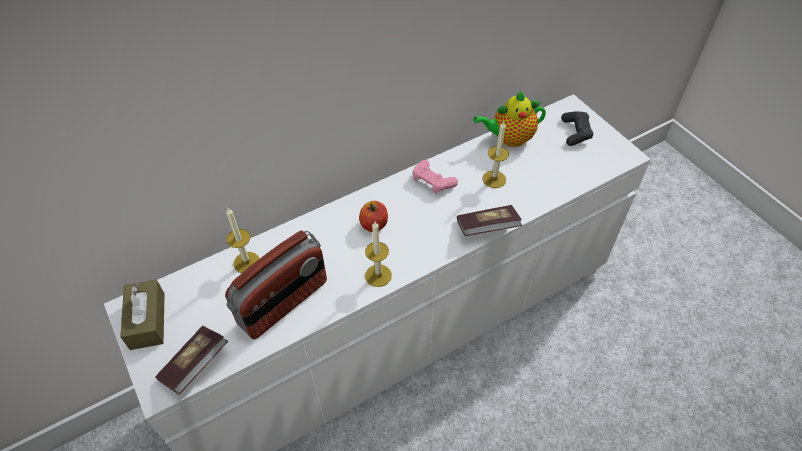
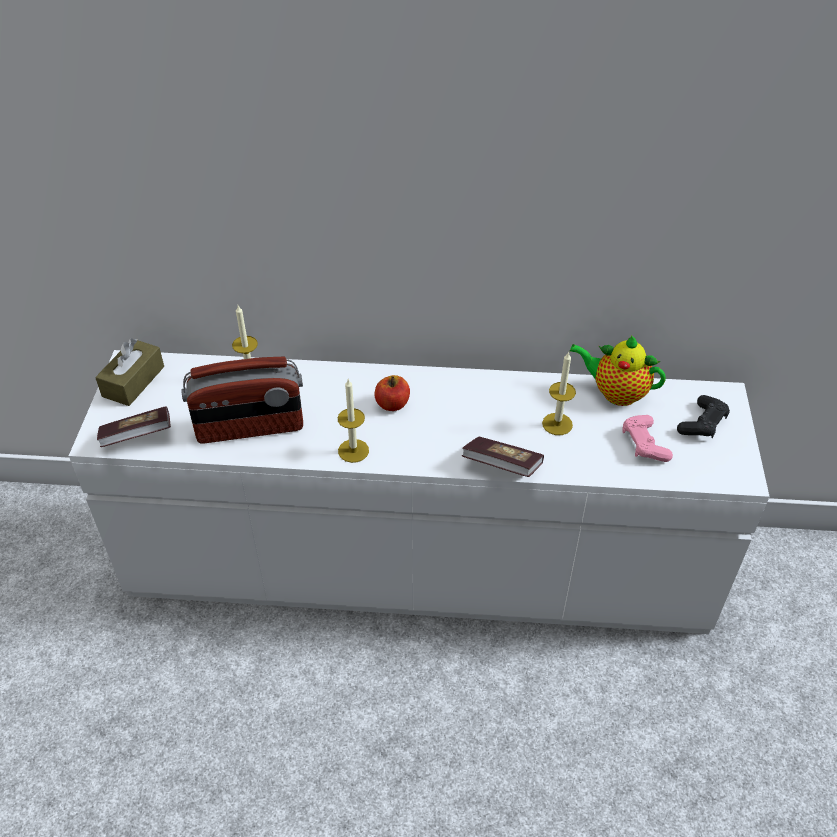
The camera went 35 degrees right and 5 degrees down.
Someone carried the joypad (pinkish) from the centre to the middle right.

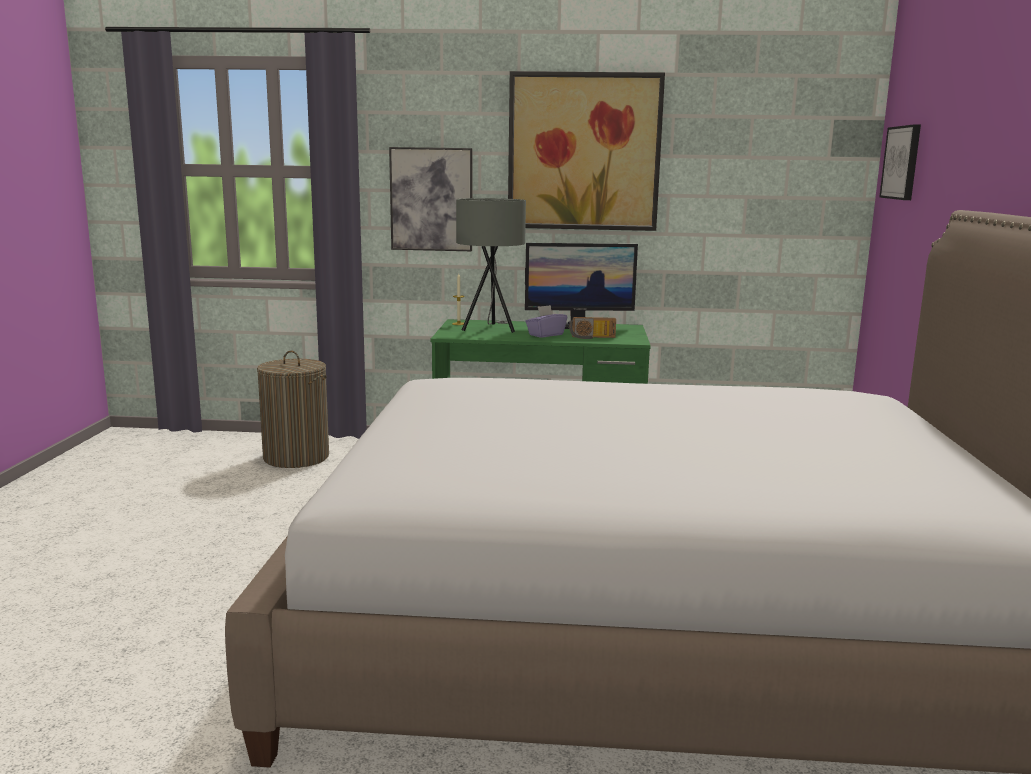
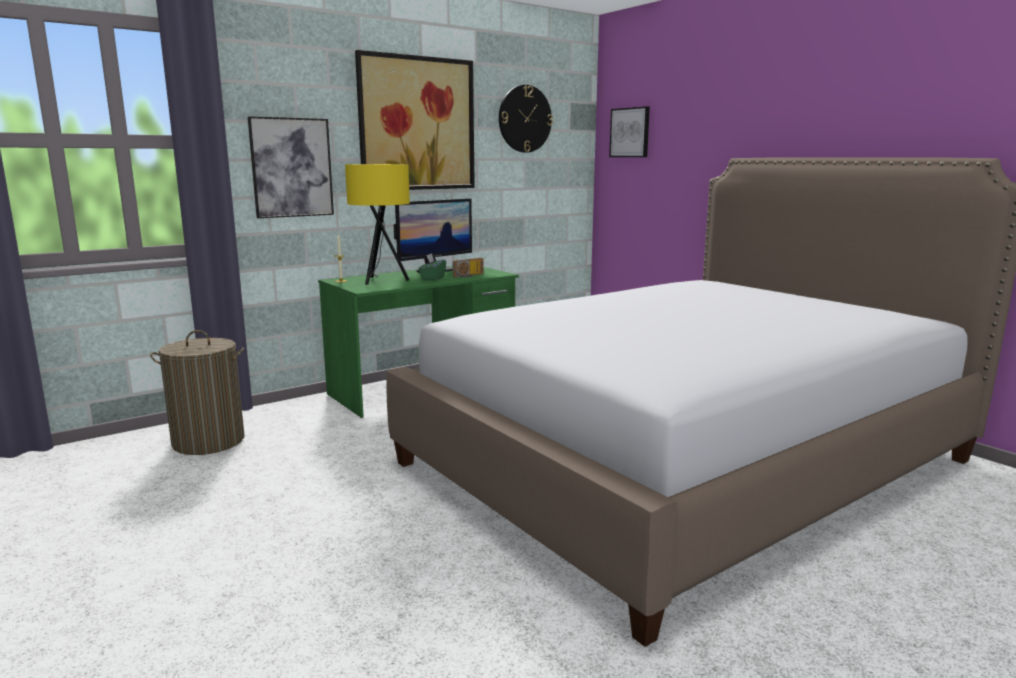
The camera went 40 degrees left and 0 degrees up.
Someone repainted the lamp for a table (grey) at the centre, which became the lamp for a table (yellow) at the top centre.
Someone repainted the tissue holder (purplish) at the centre, which became the tissue holder (green) at the centre.
Someone put up the hanging clock at the top centre.

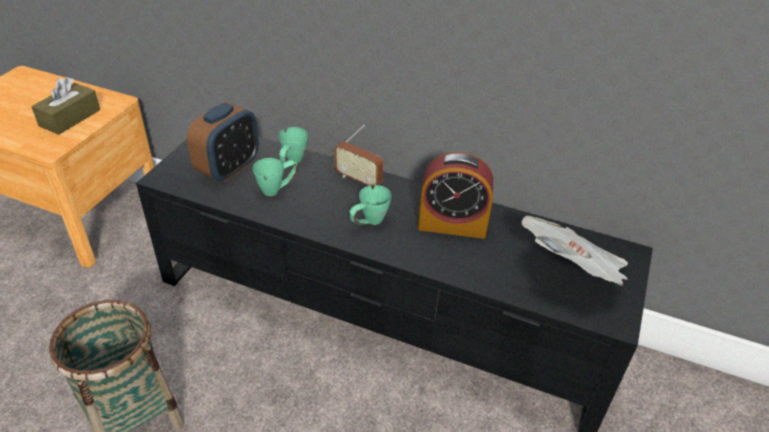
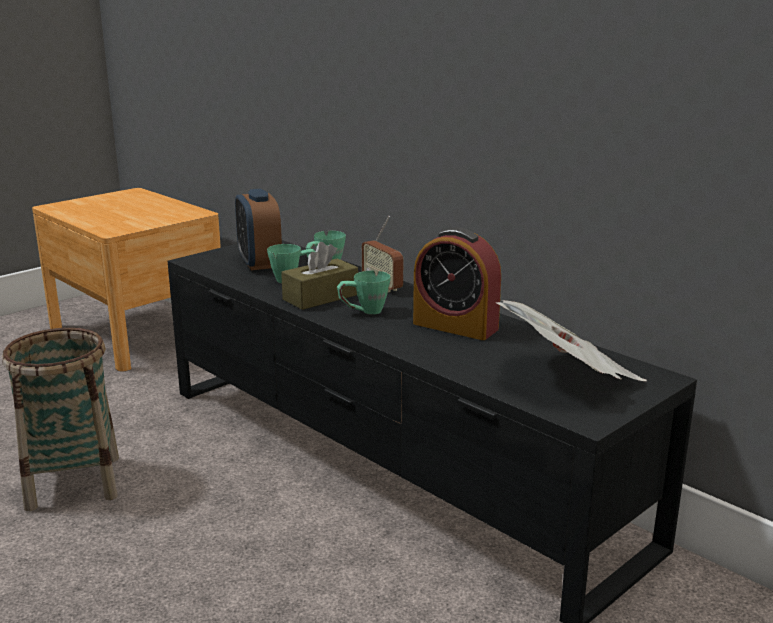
The camera went 25 degrees right and 20 degrees down.
Someone carried the tissue holder (brown) from the top left to the centre.
Someone rotated the table clock (no. 1 from left) at the top left by 105 degrees clockwise.

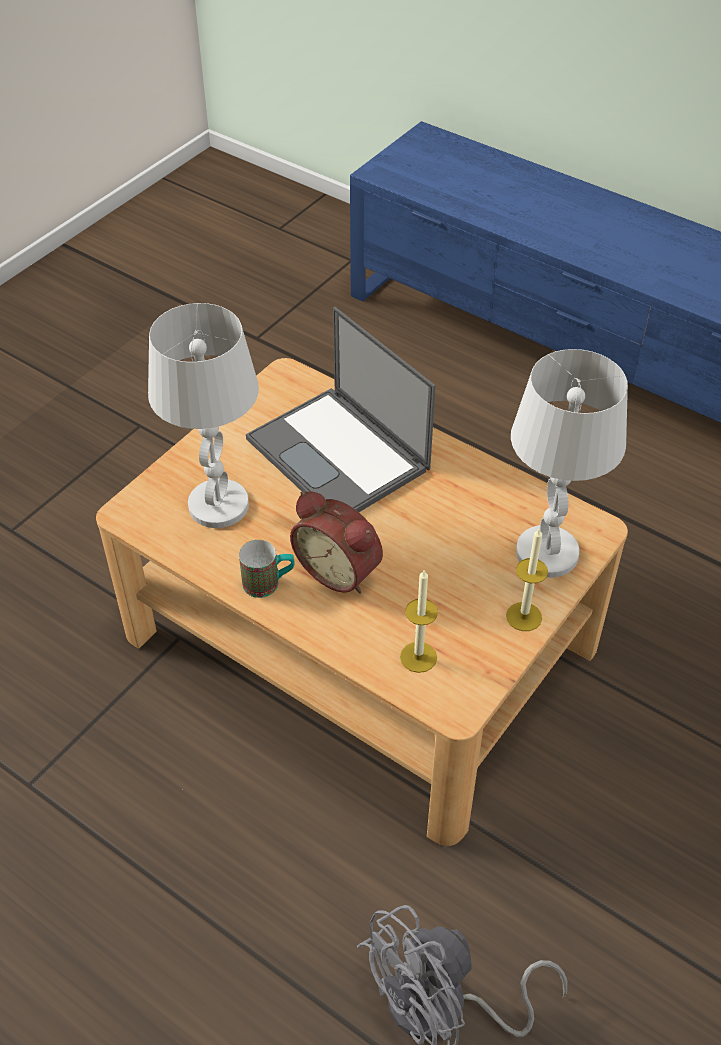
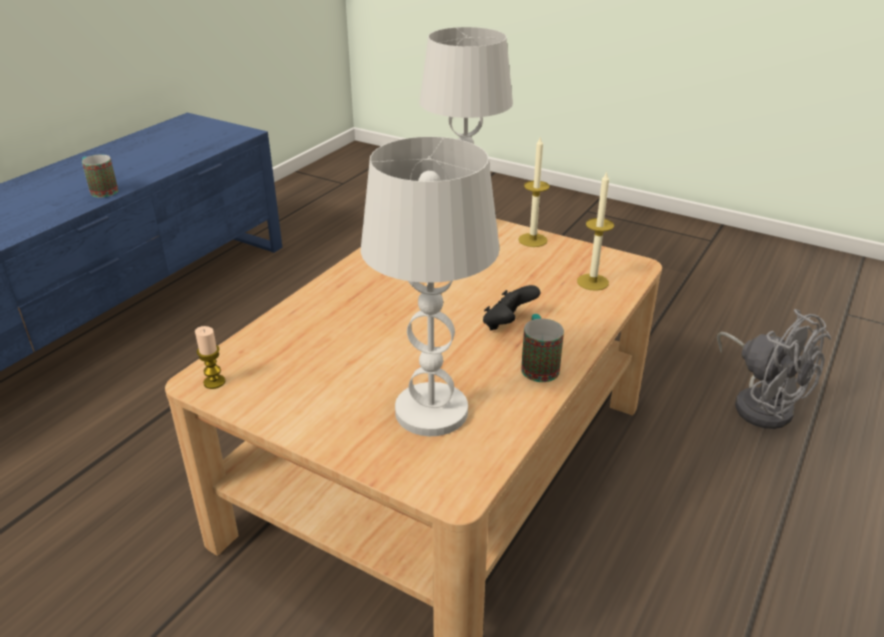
The camera went 95 degrees left and 15 degrees down.
Someone took away the notebook computer at the centre.
Someone swapped the table clock at the centre for the joypad (black) at the centre.
Someone put down the tea mug (no. 1 from left) at the top left.
Someone put down the wax light (no. 1 from left) at the middle left.

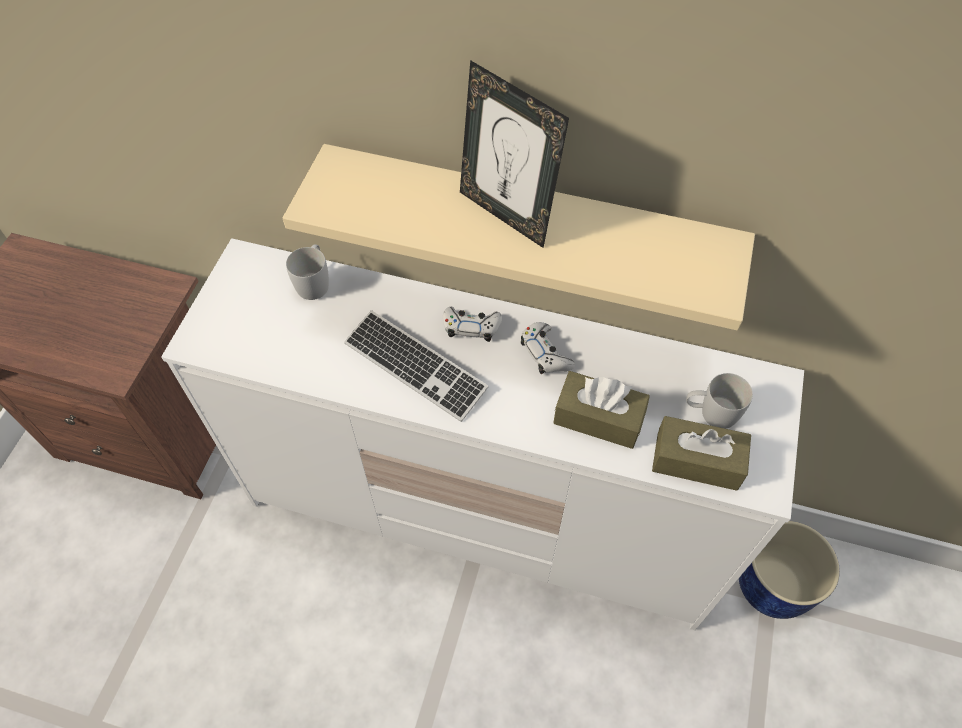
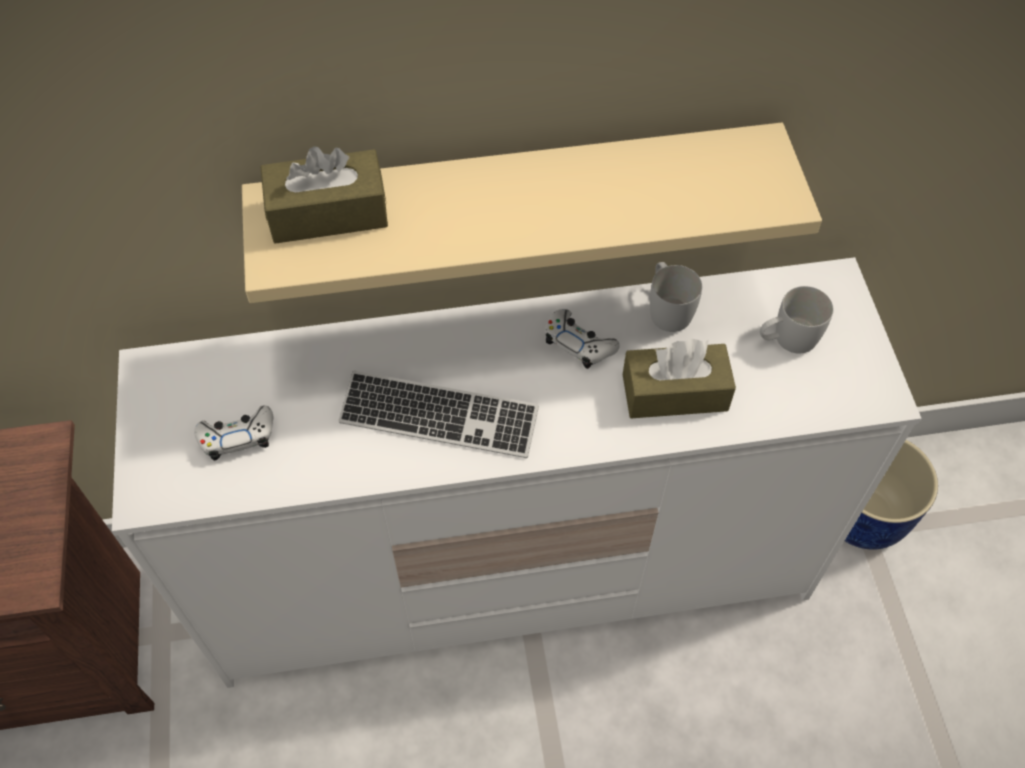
The camera went 25 degrees left and 0 degrees up.
Someone took away the photo frame at the top centre.
Someone carried the tea mug (white) (no. 1 from left) from the middle left to the centre.
Someone carried the joypad (white) (no. 1 from left) from the centre to the middle left.
Someone carried the tissue holder (brown) (no. 2 from left in the first image) from the middle right to the top left.

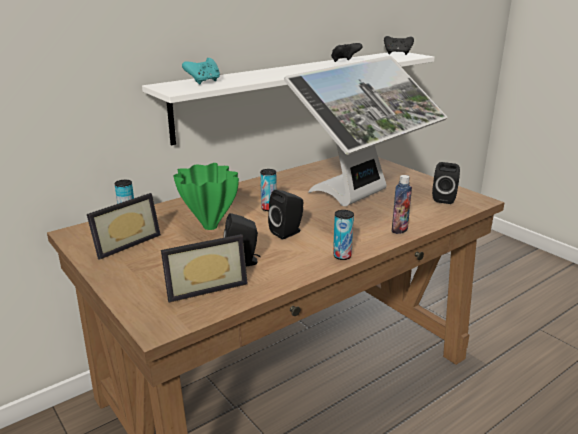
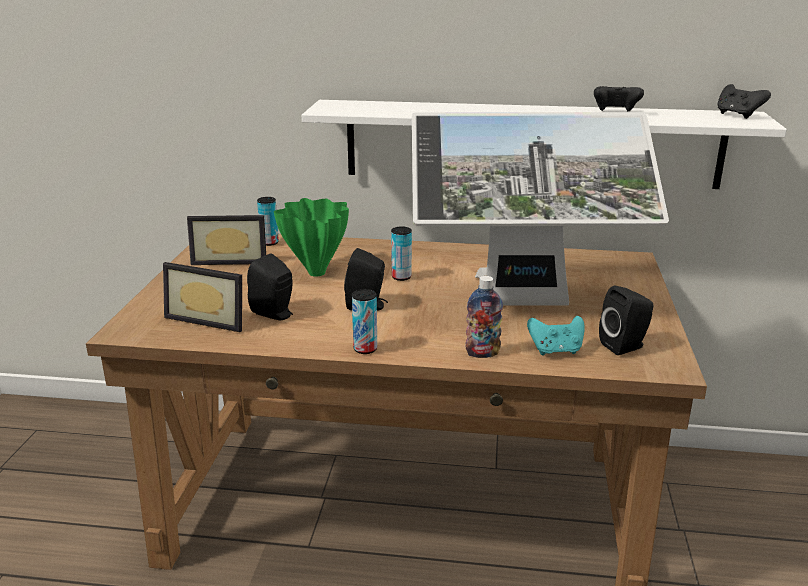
The camera went 45 degrees right and 0 degrees up.
Someone carried the joypad (turquoise-coloured) from the top centre to the middle right.

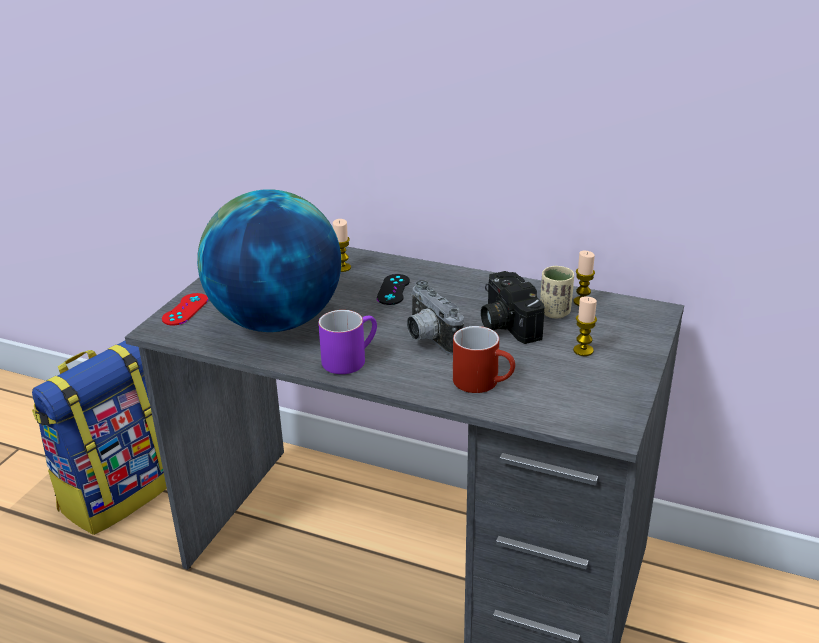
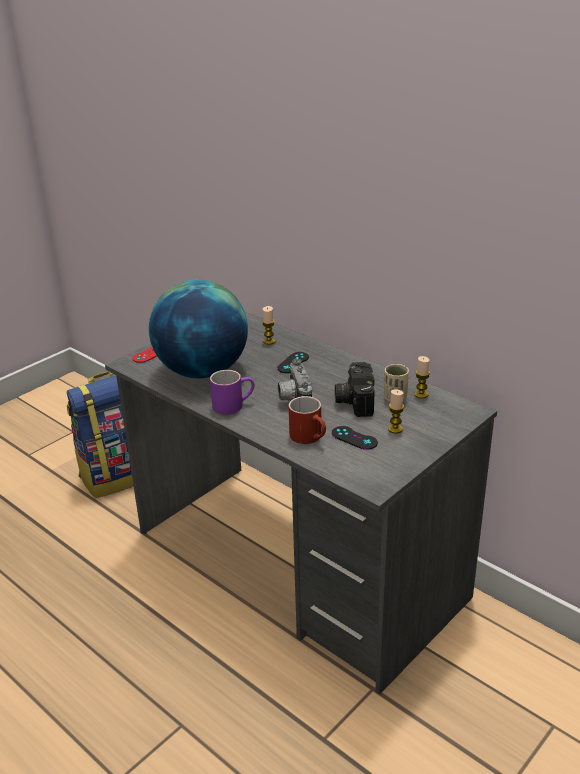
The camera went 20 degrees right and 0 degrees up.
Someone put down the joypad (black) (no. 2 from left) at the centre.

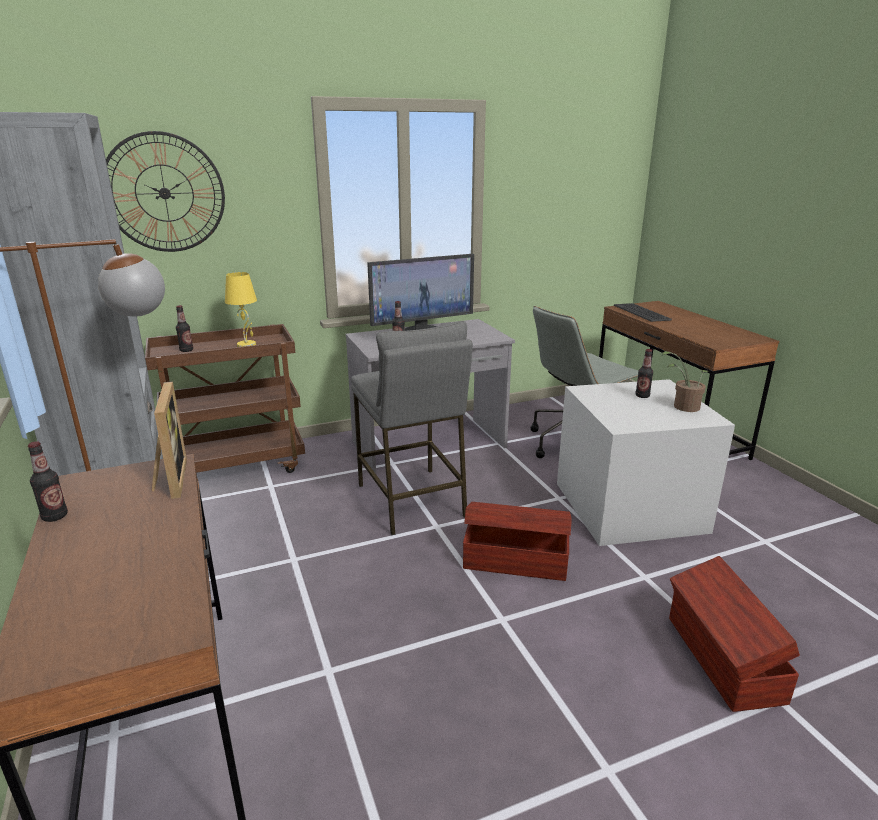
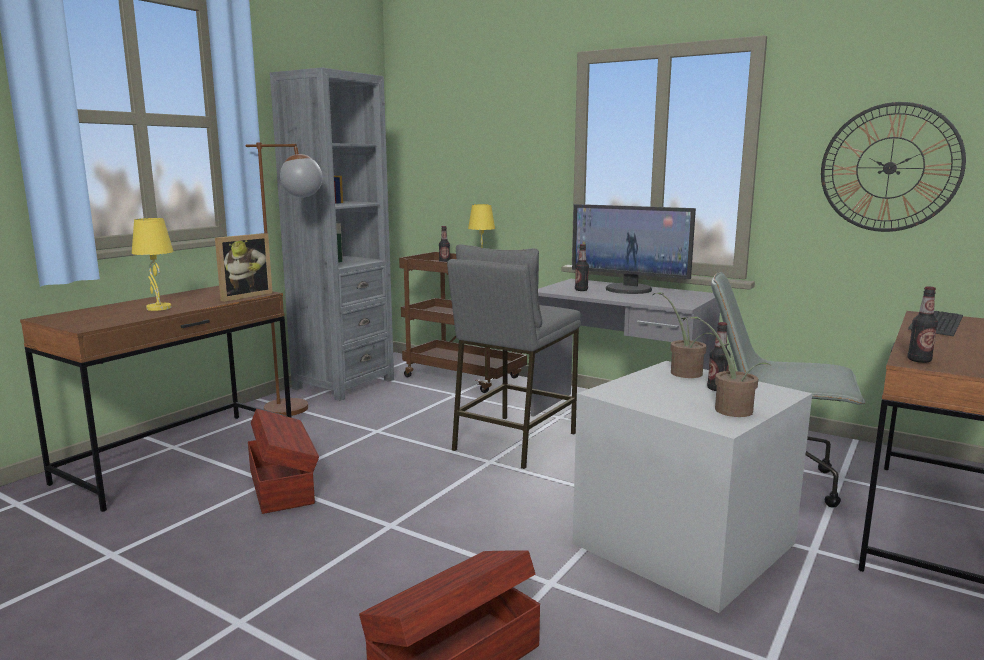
The camera went 55 degrees right and 10 degrees down.
Someone carried the hanging clock from the top left to the top right.
Someone carried the drink bottle (no. 1 from left in the first image) from the middle left to the middle right.
Someone carried the storage bin (brown) (no. 1 from left) from the centre to the bottom left.
Someone put down the lamp for a table (yellow) (no. 1 from left) at the middle left.
Someone put down the potted plant (no. 1 from left) at the middle right.

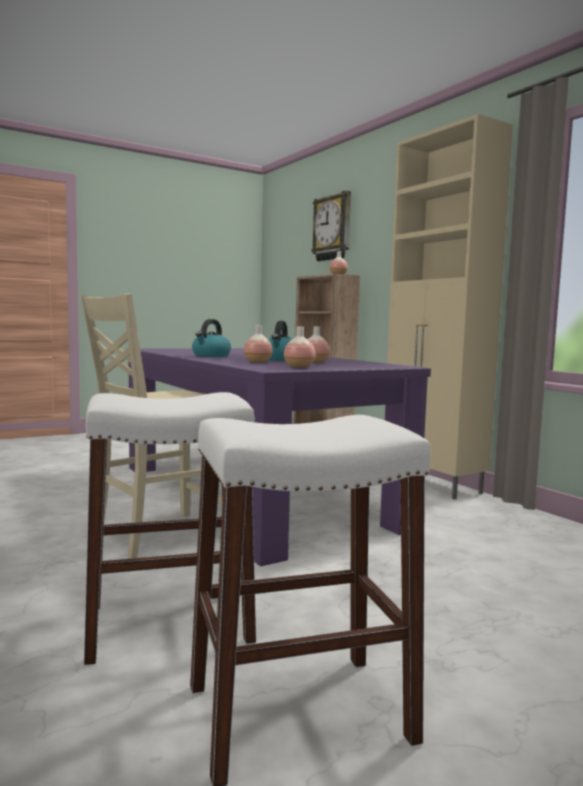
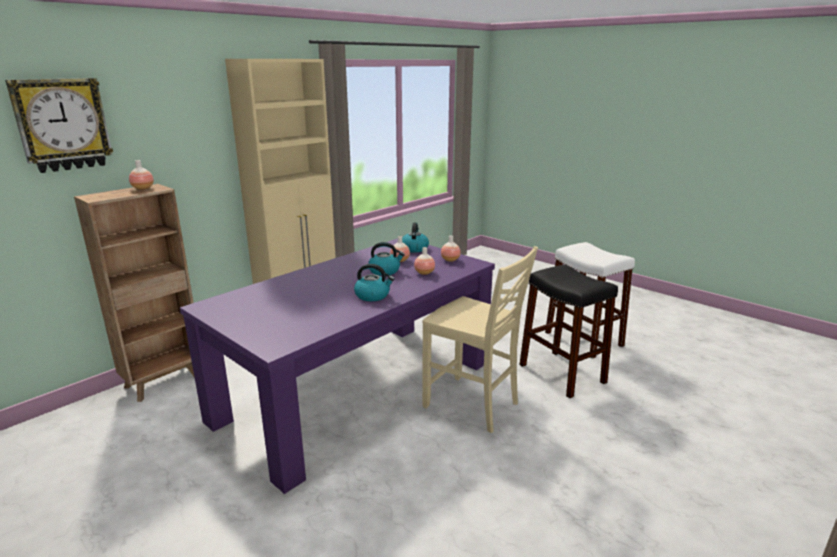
The camera went 105 degrees left and 15 degrees up.
Someone repainted the sitting stool (white) (no. 1 from left) at the bottom left, which became the sitting stool (black) at the middle right.
Someone put down the kettle (no. 3 from left) at the centre.

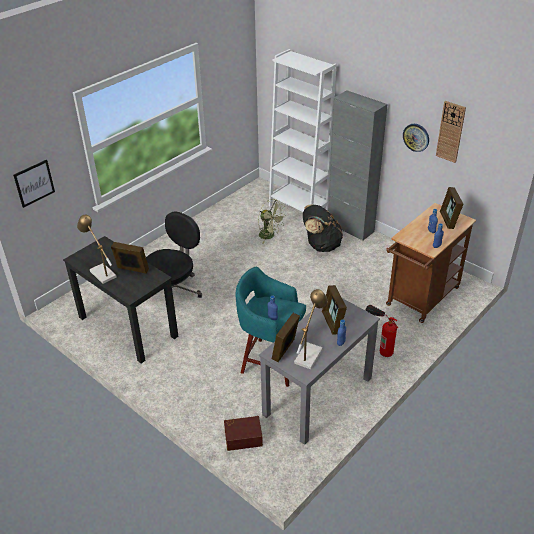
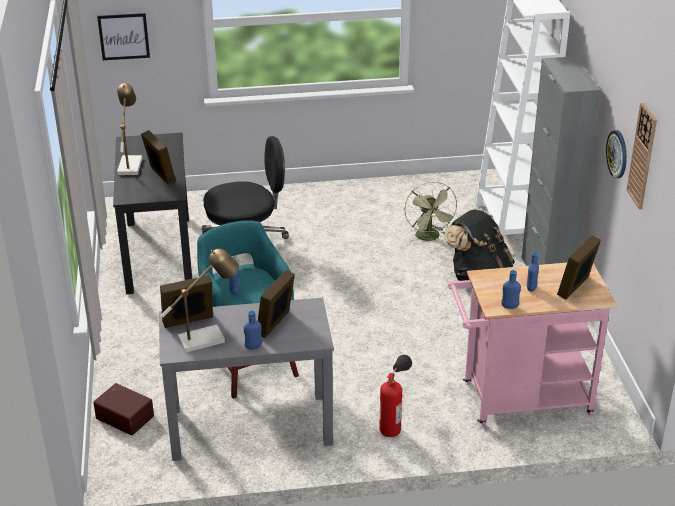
The camera went 40 degrees right and 5 degrees down.
Someone repainted the wheeled cart (brown) at the middle right, which became the wheeled cart (pinkish) at the bottom right.

